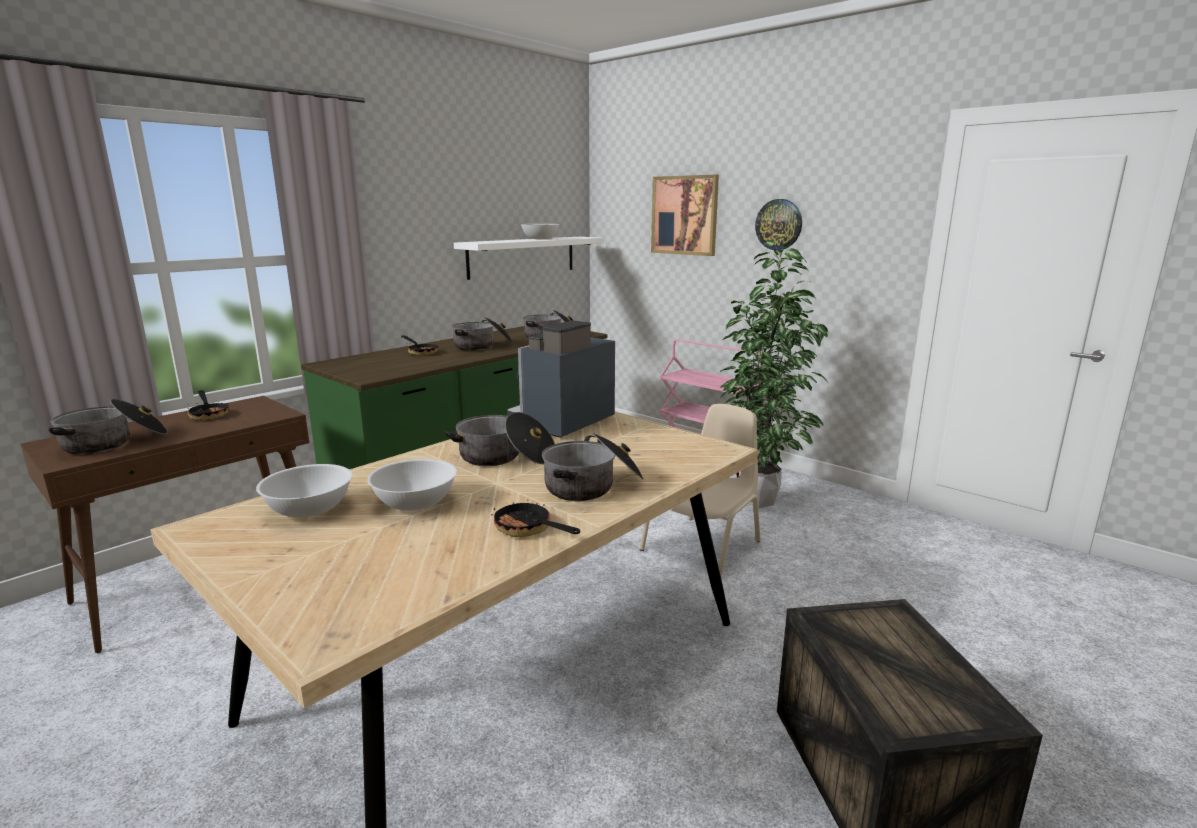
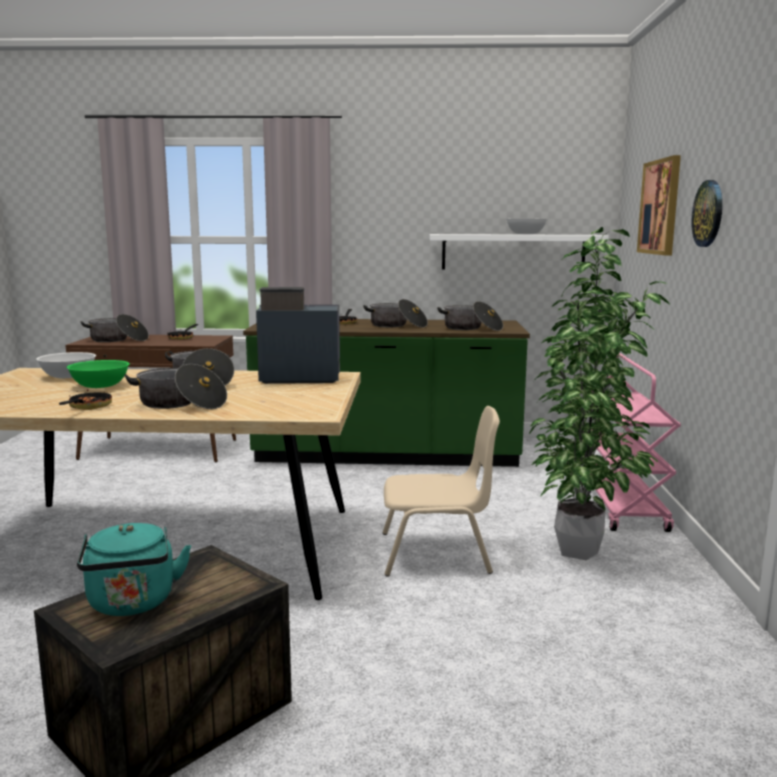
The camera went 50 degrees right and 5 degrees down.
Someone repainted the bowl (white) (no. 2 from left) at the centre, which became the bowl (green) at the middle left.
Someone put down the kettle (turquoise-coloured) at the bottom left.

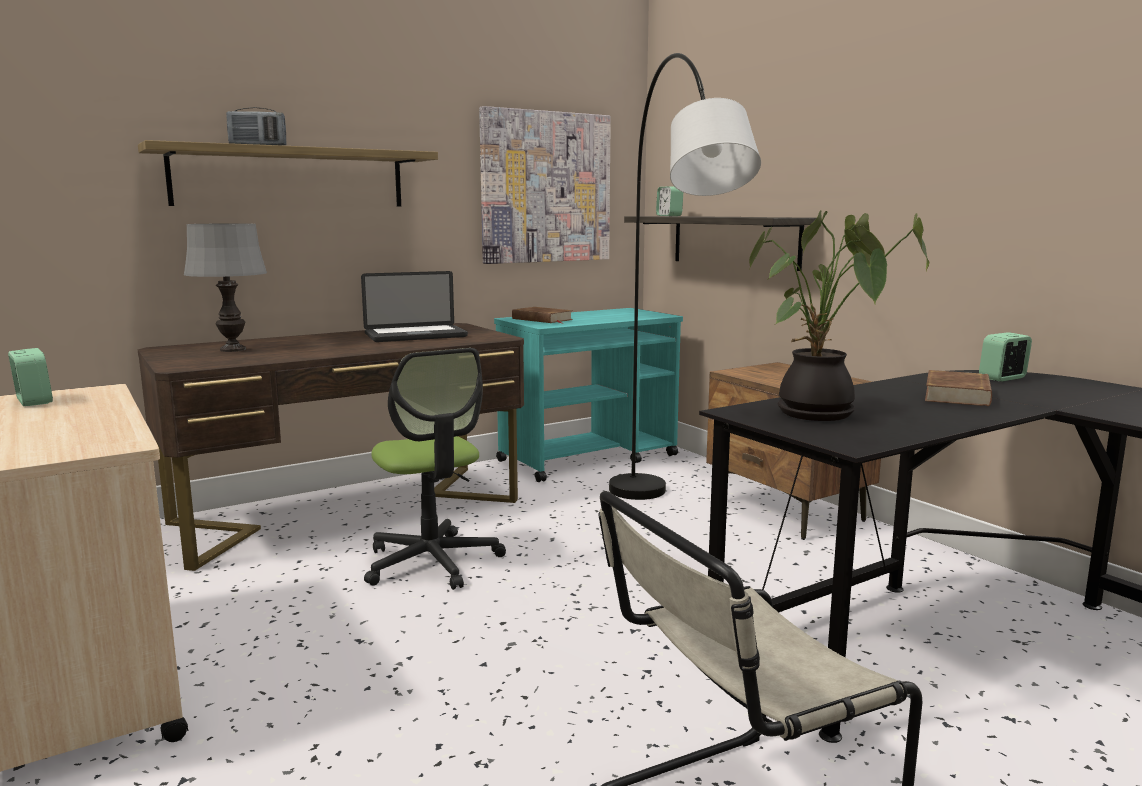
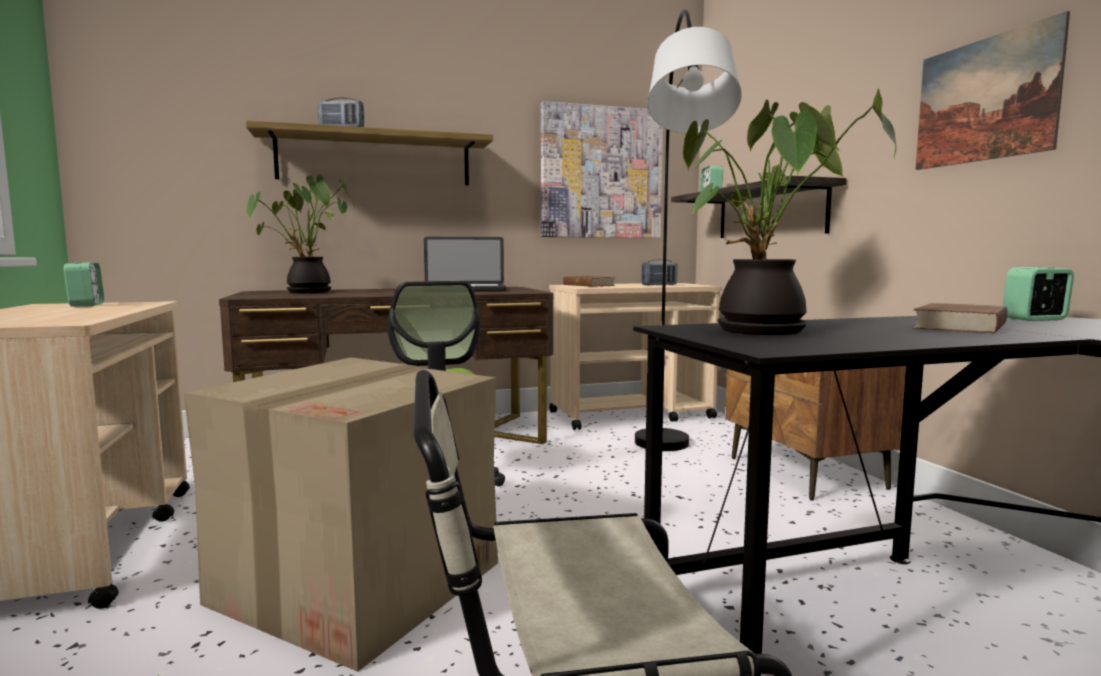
The camera went 15 degrees right and 5 degrees down.
Someone swapped the lamp for a table (grey) at the middle left for the potted plant (no. 1 from left) at the middle left.
Someone repainted the wheeled cart (turquoise-coloured) at the centre, which became the wheeled cart (beige) (no. 2 from left) at the centre.
Someone put up the wall picture (no. 2 from left) at the top right.
Someone put down the radio receiver (no. 2 from left) at the centre.
Someone put down the packing box at the bottom left.

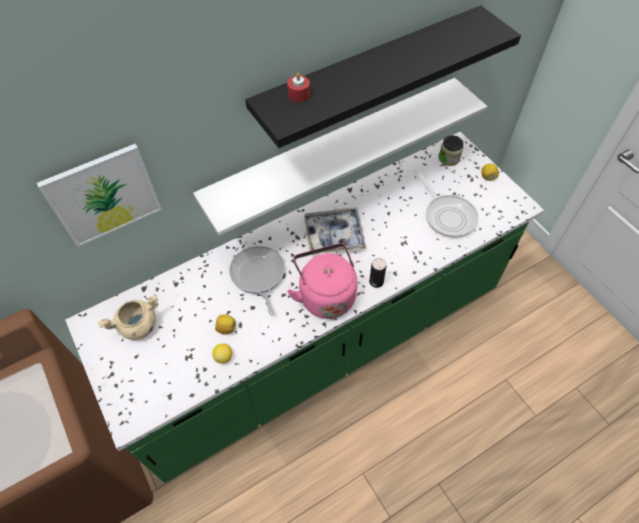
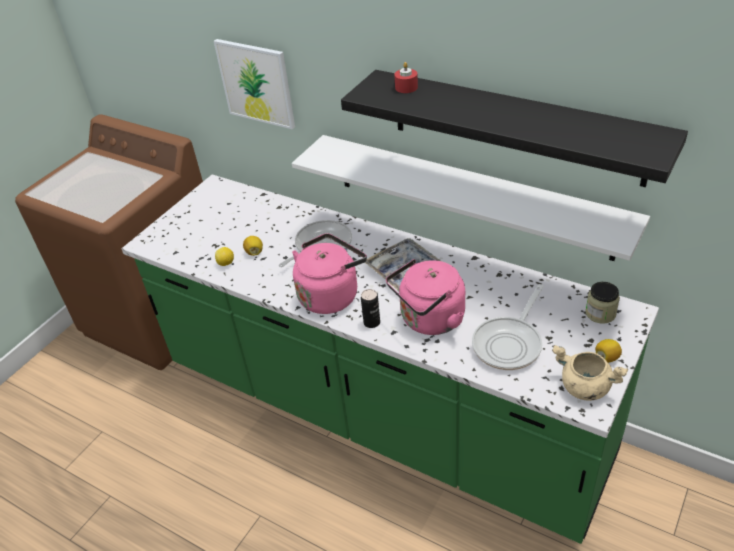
The camera went 65 degrees right and 15 degrees down.
Someone carried the cooking pot (beige) from the middle left to the bottom right.
Someone put down the kettle (pinkish) (no. 2 from left) at the centre.

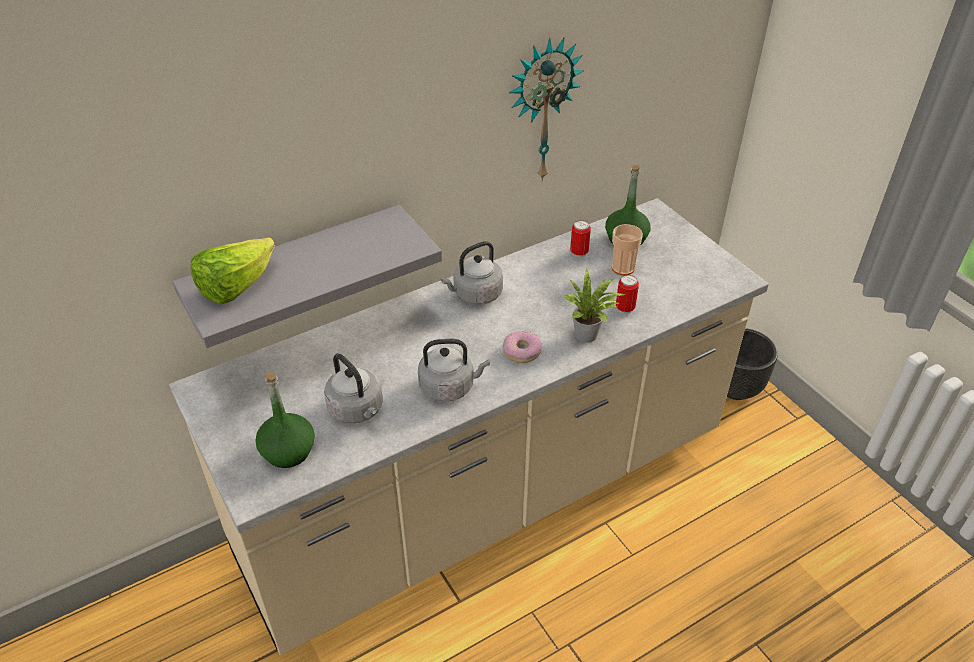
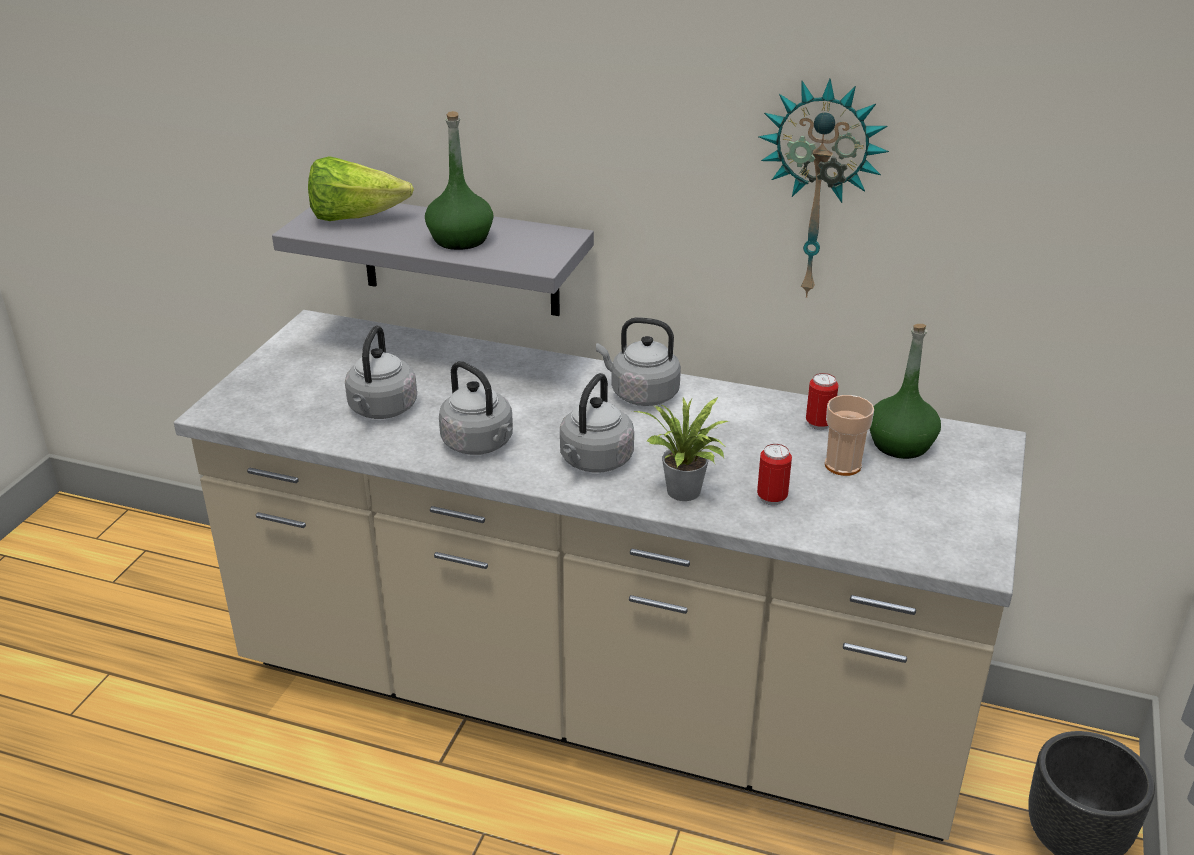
The camera went 50 degrees right and 10 degrees down.
Someone swapped the ring doughnut at the centre for the kettle (grey) (no. 3 from left) at the centre.
Someone carried the drink bottle (green) (no. 1 from left) from the middle left to the top centre.

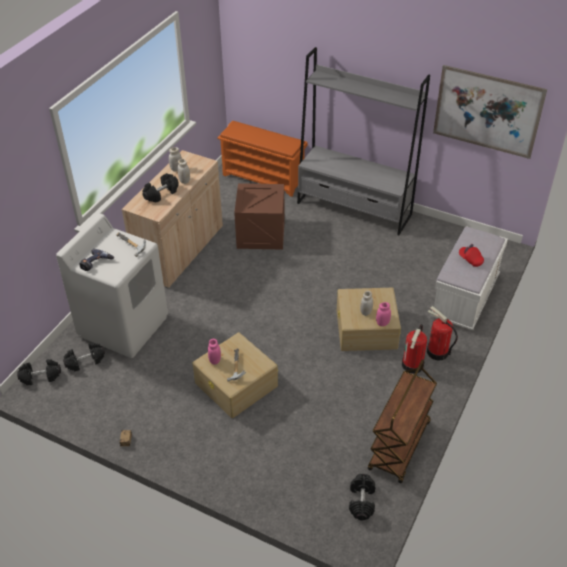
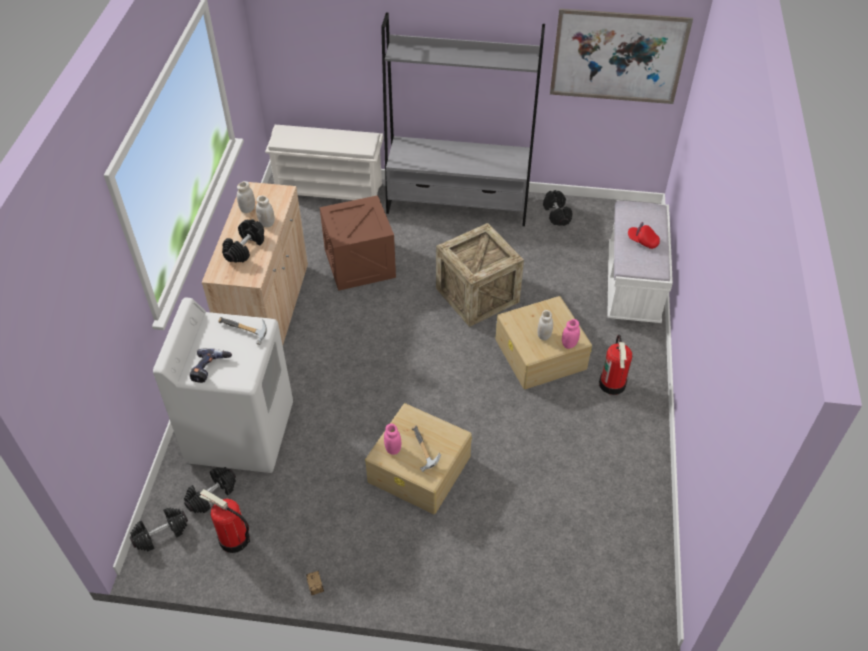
The camera went 20 degrees left and 5 degrees up.
Someone repainted the shoe shelf (orangey) at the top centre, which became the shoe shelf (white) at the top centre.
Someone carried the fire-fighting cylinder (no. 2 from left in the first image) from the middle right to the bottom left.
Someone took away the wheeled cart (brown) at the bottom right.
Someone carried the free weight (black) (no. 4 from left) from the bottom centre to the top centre.
Someone put down the packing crate (no. 2 from left) at the centre.

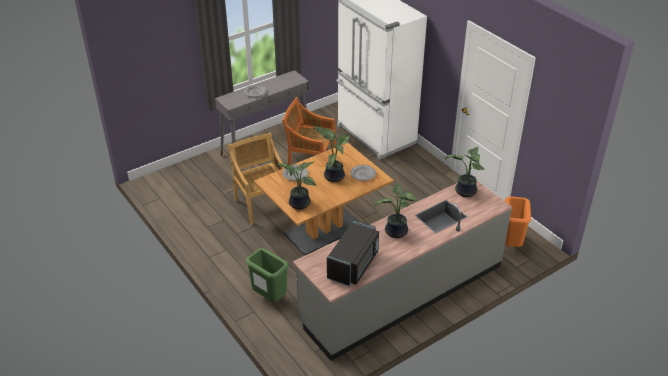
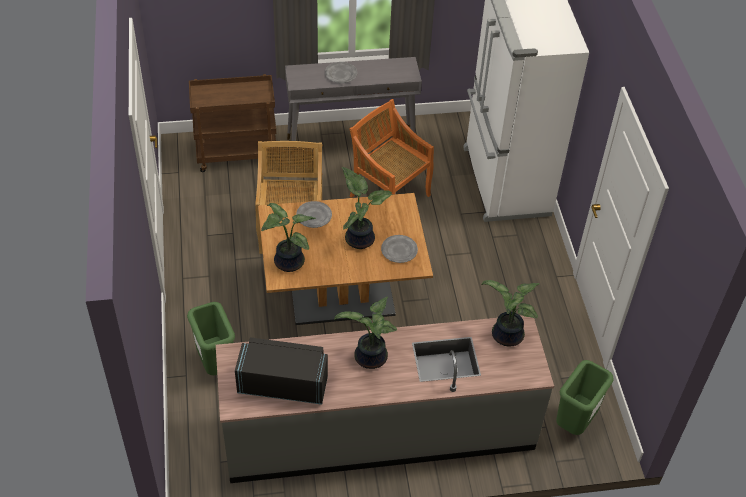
The camera went 25 degrees right and 10 degrees up.
Someone repainted the rubbish bin (orangey) at the middle right, which became the rubbish bin (green) (no. 2 from left) at the bottom right.
Someone rotated the microwave oven (black) at the bottom centre by 135 degrees counterclockwise.
Someone put down the wheeled cart (brown) at the top left.

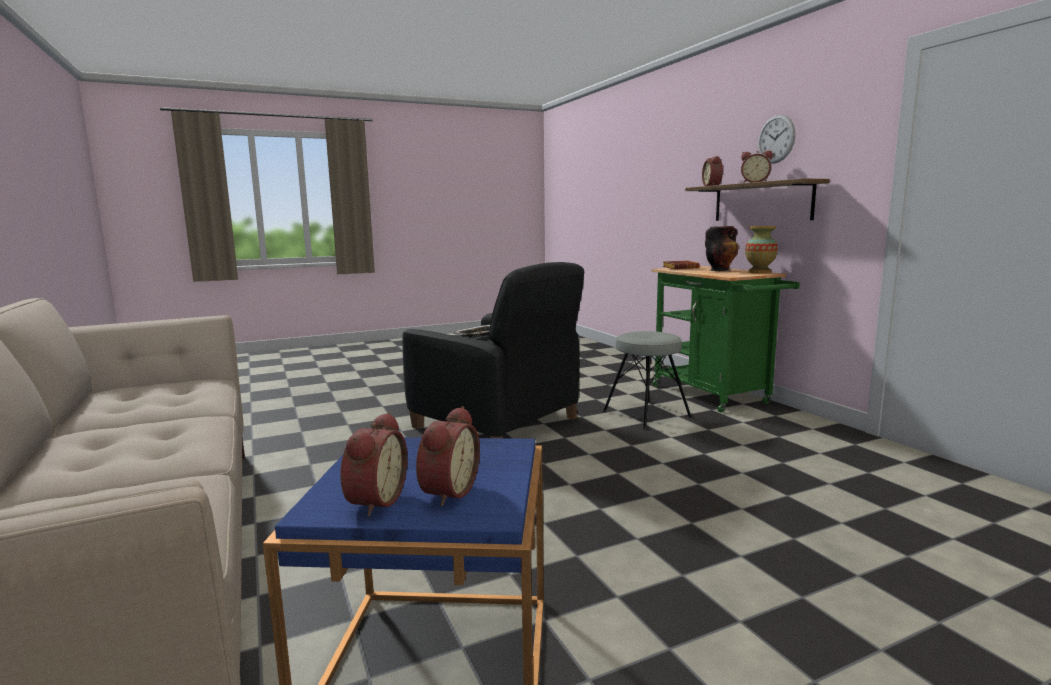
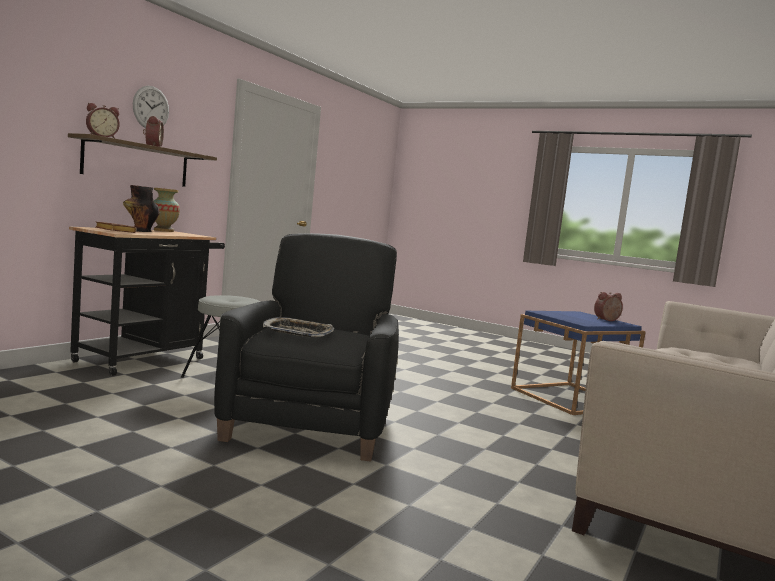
The camera went 125 degrees left and 5 degrees down.
Someone repainted the wheeled cart (green) at the middle right, which became the wheeled cart (black) at the middle left.
Someone took away the table clock (no. 2 from left) at the centre.

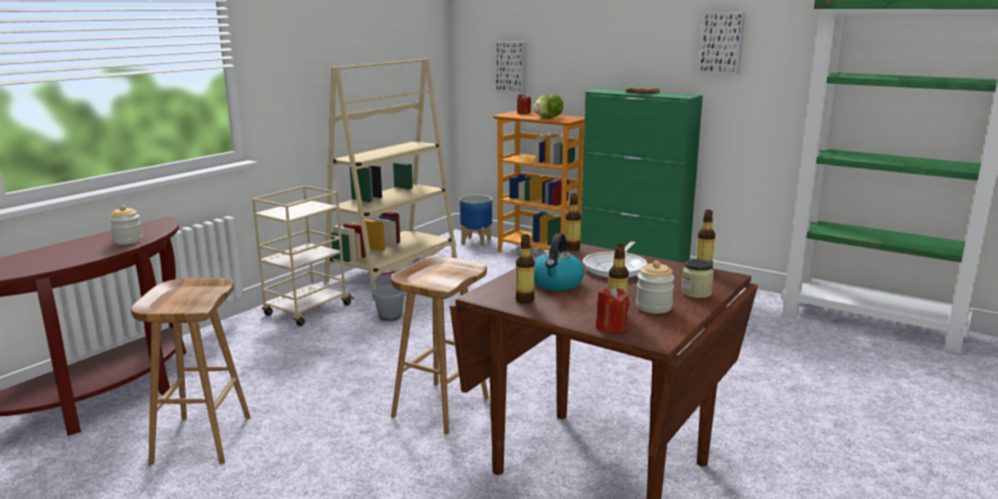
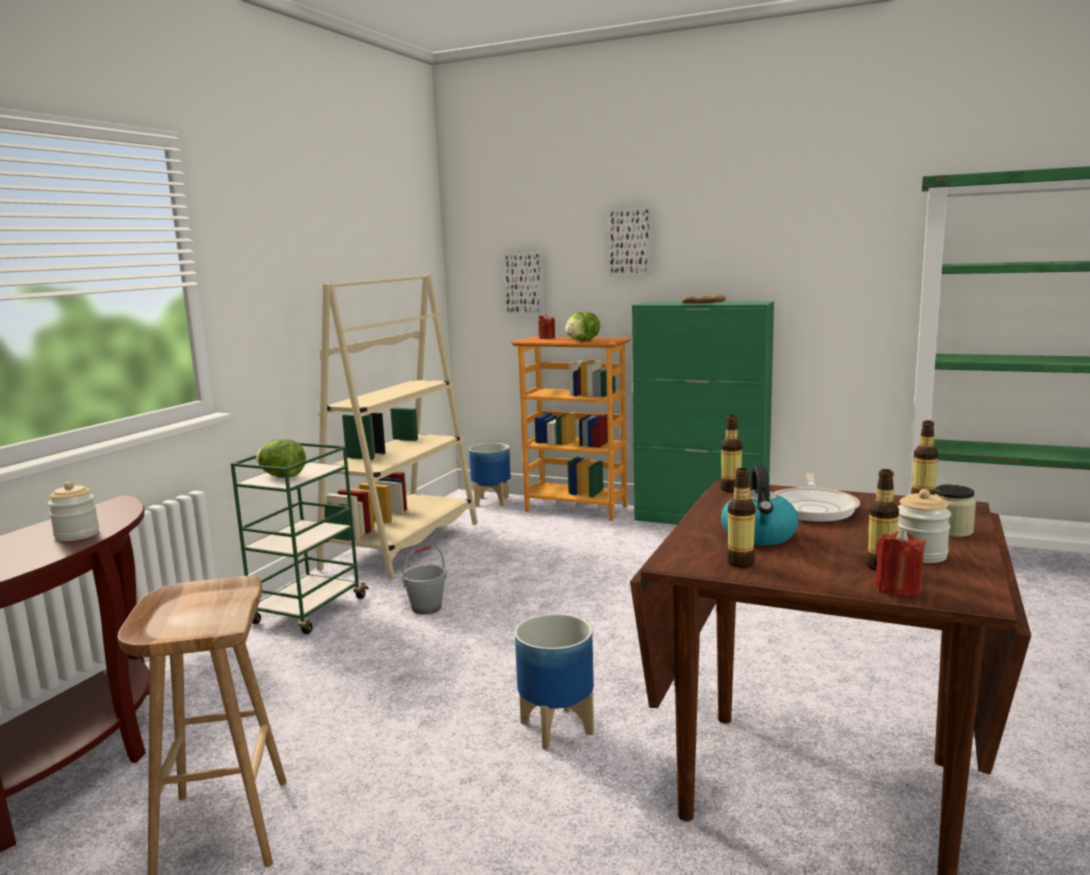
The camera went 10 degrees left and 5 degrees down.
Someone carried the wall picture (no. 2 from left) from the top right to the top centre.
Someone repainted the wheeled cart (beige) at the middle left, which became the wheeled cart (green) at the middle left.
Someone swapped the sitting stool (brown) (no. 2 from left) at the bottom centre for the plant pot (no. 2 from left) at the bottom centre.
Someone put down the lettuce (no. 1 from left) at the middle left.

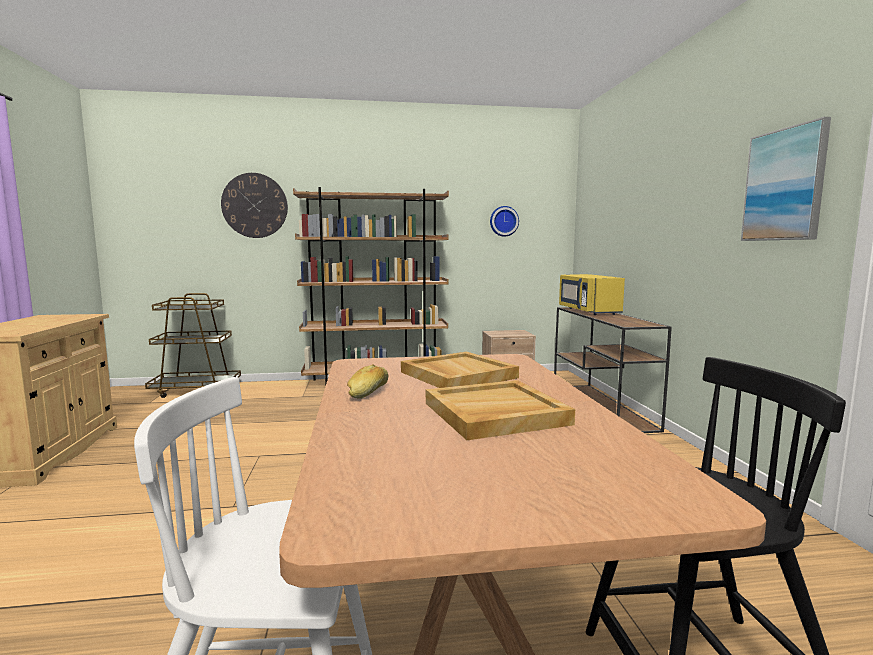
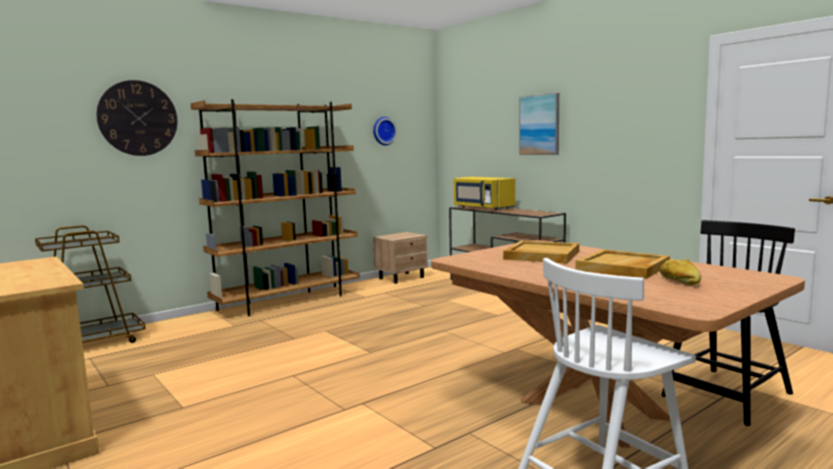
The camera went 30 degrees left and 0 degrees up.
Someone carried the wall picture from the top right to the top centre.
Someone carried the baked bread from the centre to the middle right.

